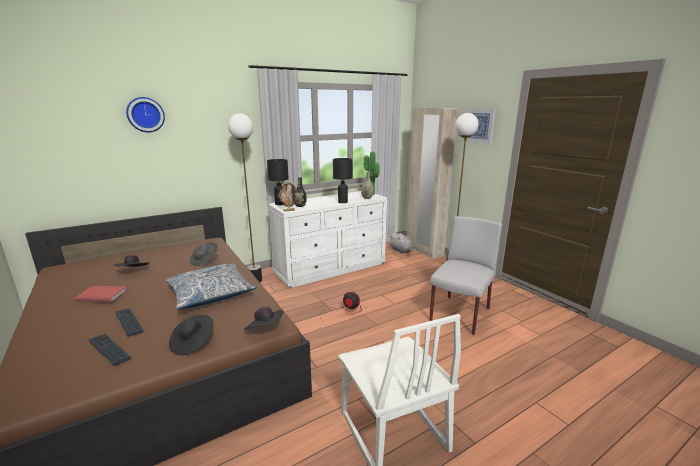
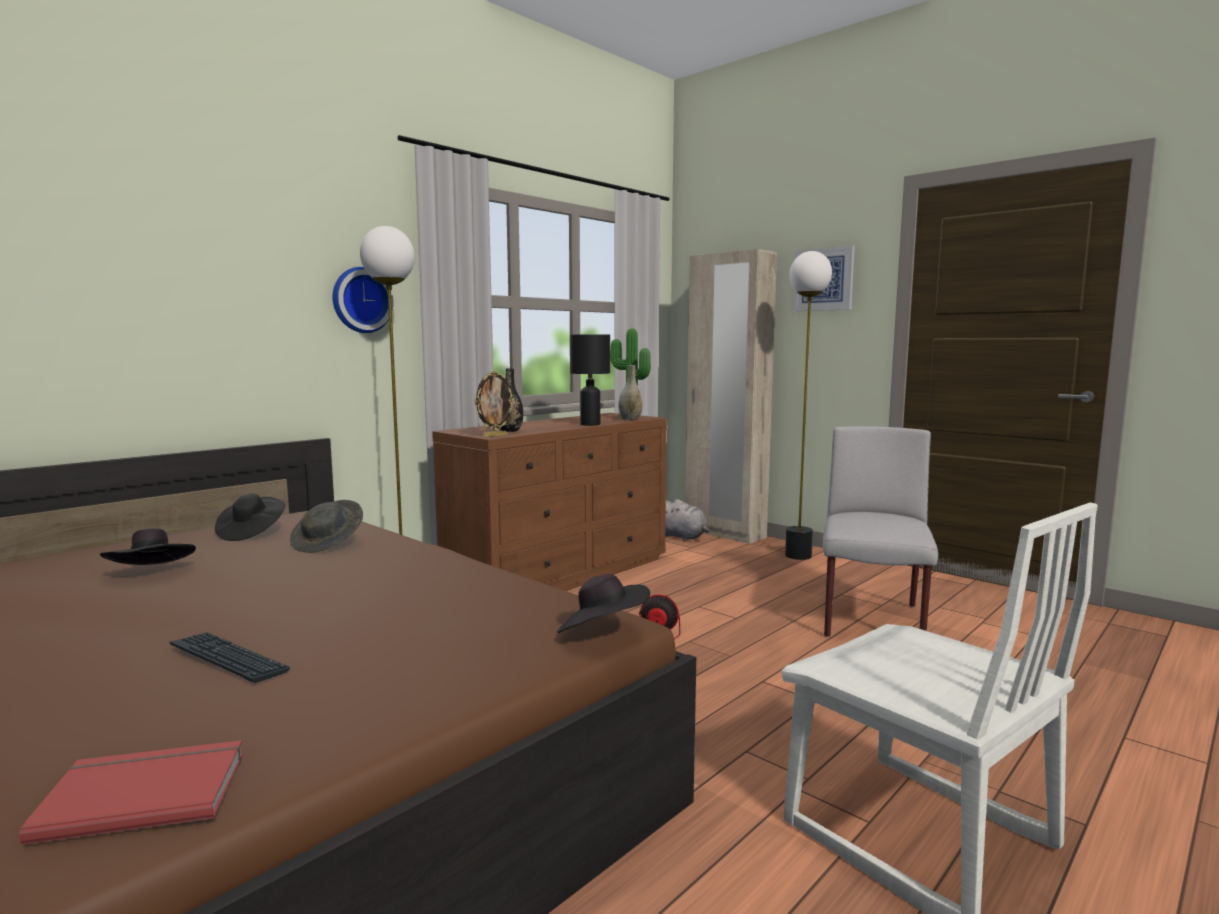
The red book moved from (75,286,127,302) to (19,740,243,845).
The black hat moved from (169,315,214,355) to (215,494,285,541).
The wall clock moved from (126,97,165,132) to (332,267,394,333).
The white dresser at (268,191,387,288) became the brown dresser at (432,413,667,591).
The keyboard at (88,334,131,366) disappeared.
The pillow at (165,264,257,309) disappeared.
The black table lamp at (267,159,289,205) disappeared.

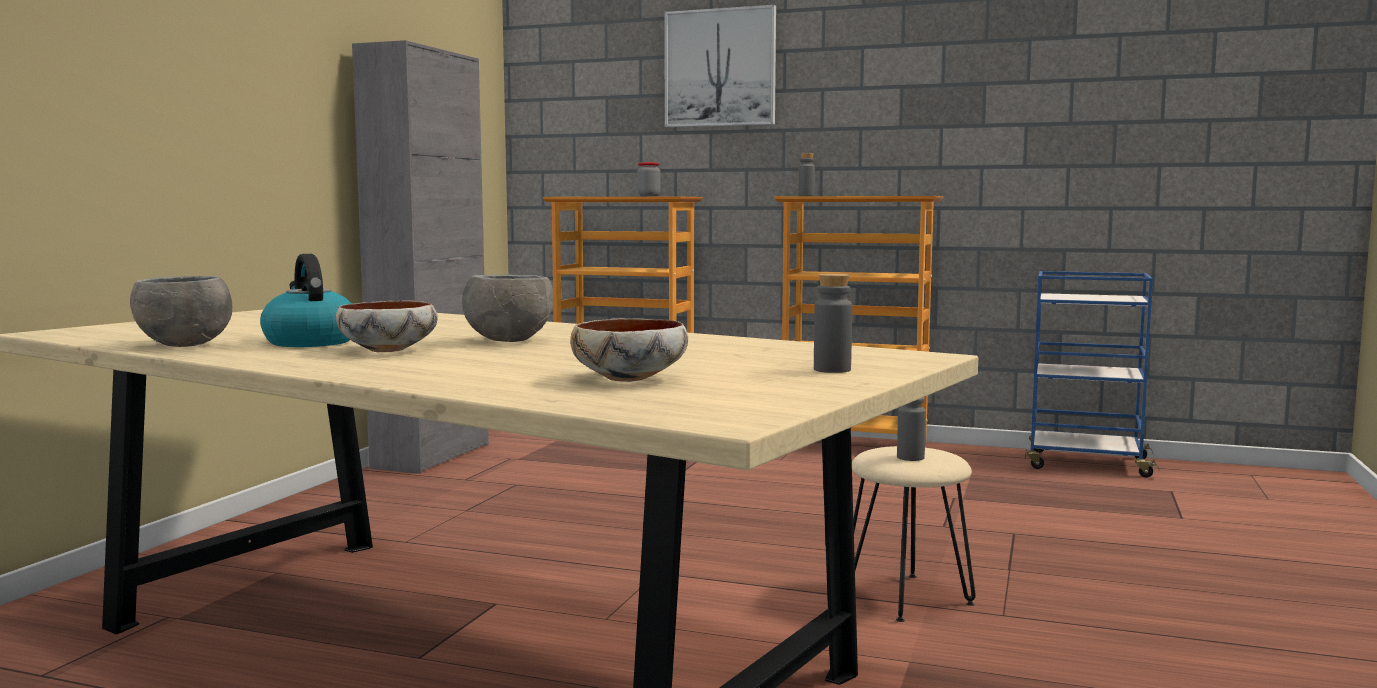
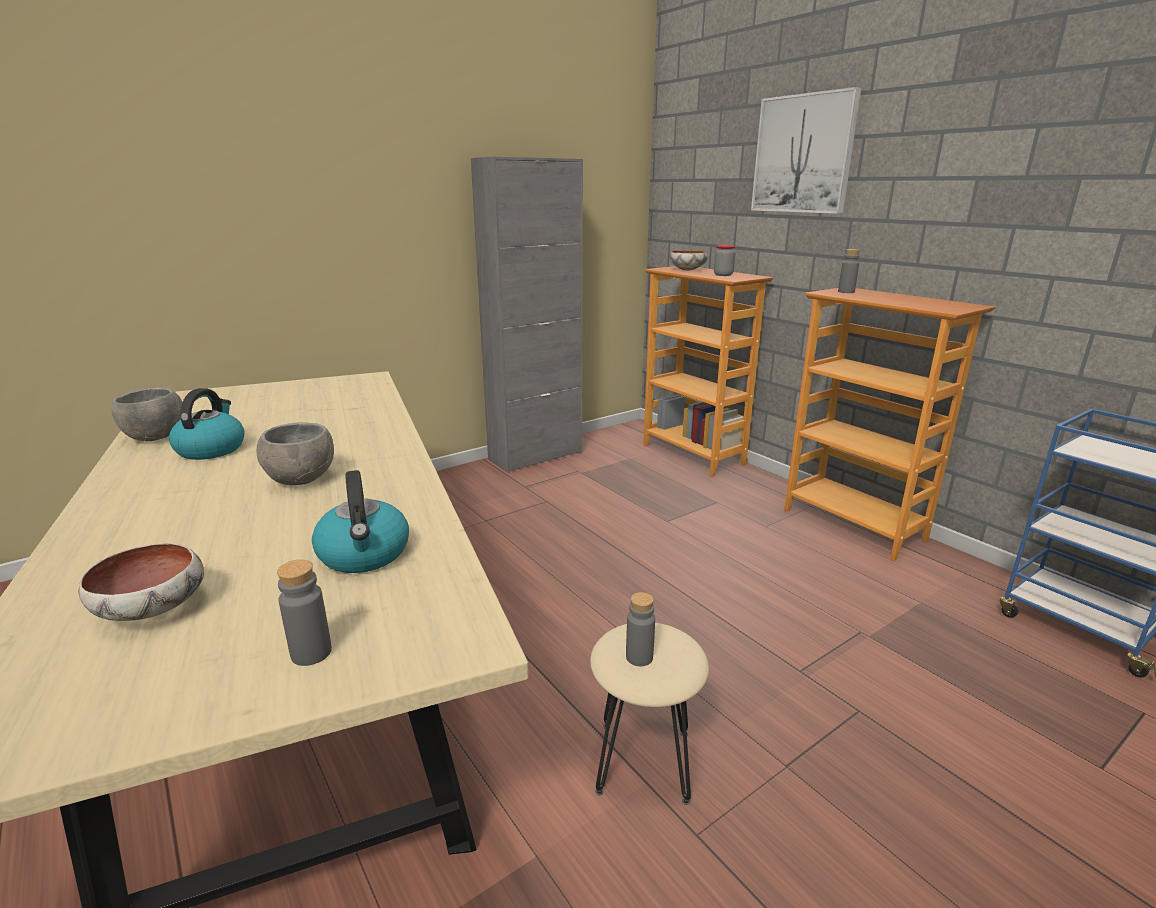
The kettle at (312,470,409,573) appeared.
The bowl moved from (336,300,438,352) to (670,250,707,270).

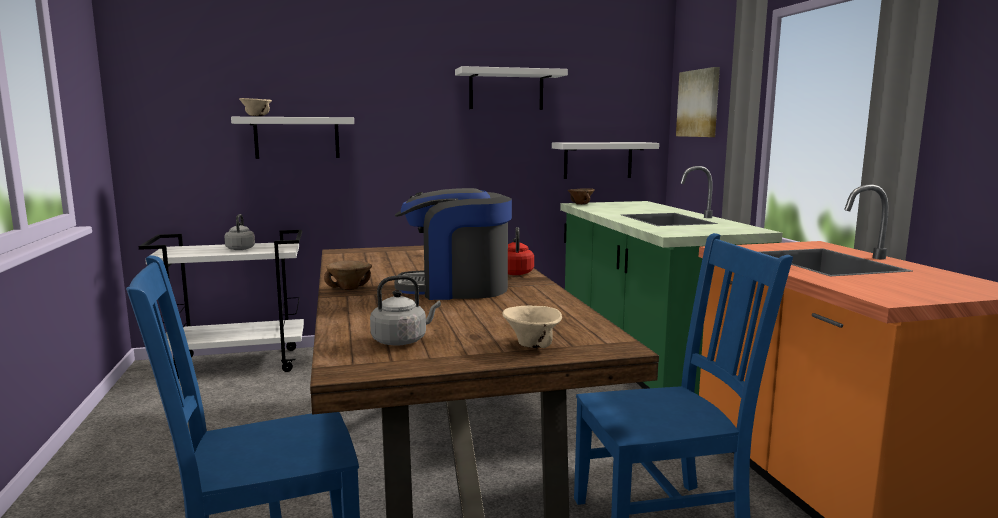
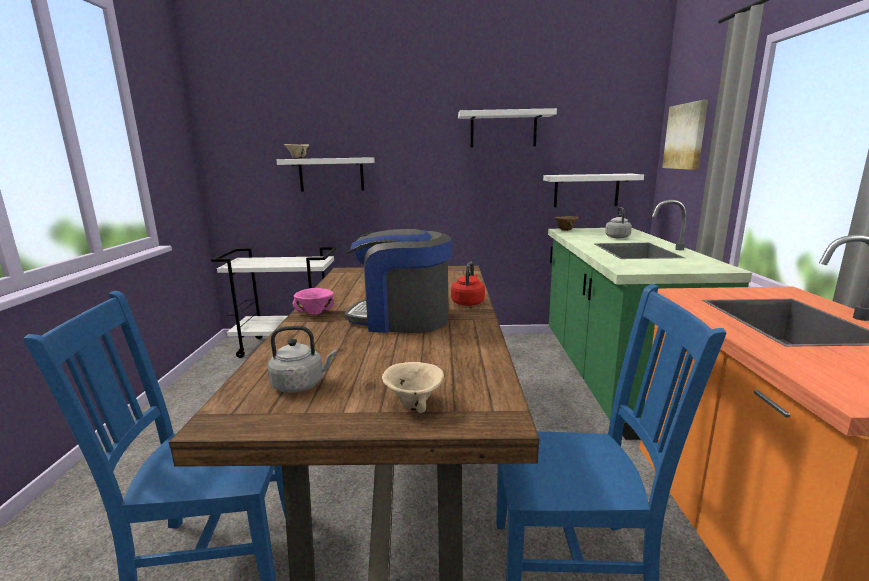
The brown bowl at (324,260,372,290) became the pink bowl at (293,288,334,315).
The grey kettle moved from (224,214,255,250) to (605,207,632,238).

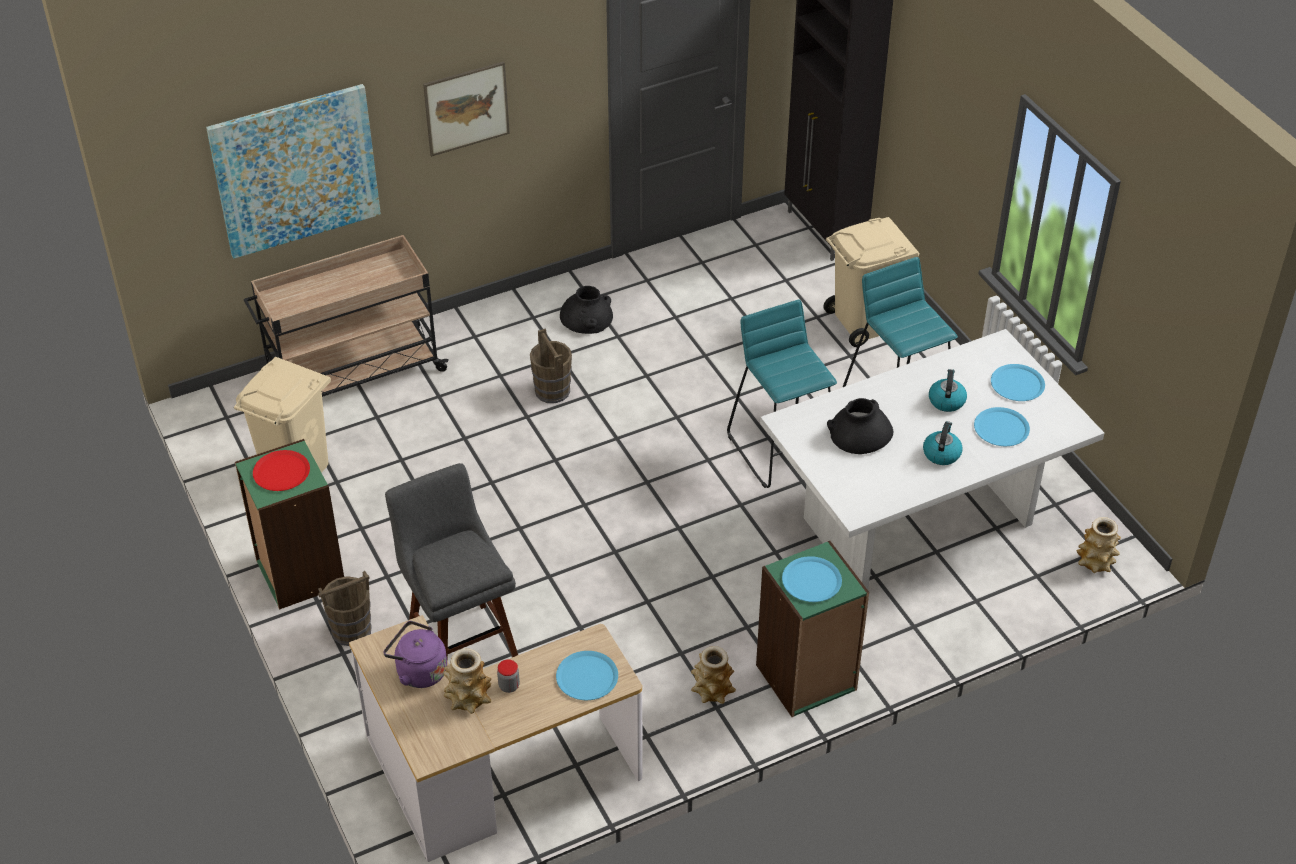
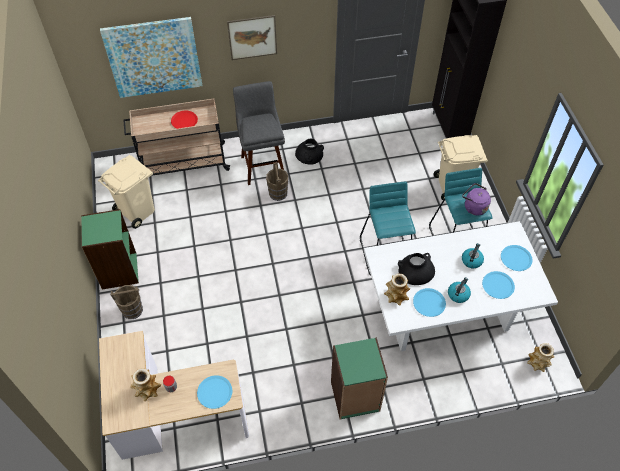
The red plate moved from (253,450,310,491) to (171,111,198,129).
The grey stool moved from (385,463,518,661) to (233,81,285,185).
The vase moved from (691,646,736,704) to (384,274,410,306).
The blue plate moved from (782,556,842,602) to (413,288,446,317).
The purple kettle moved from (383,621,447,688) to (462,183,491,216).

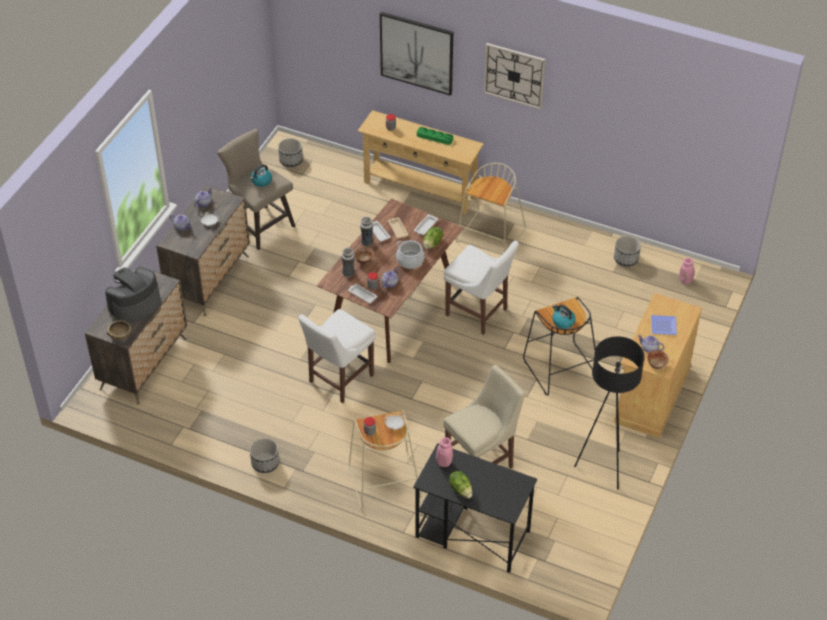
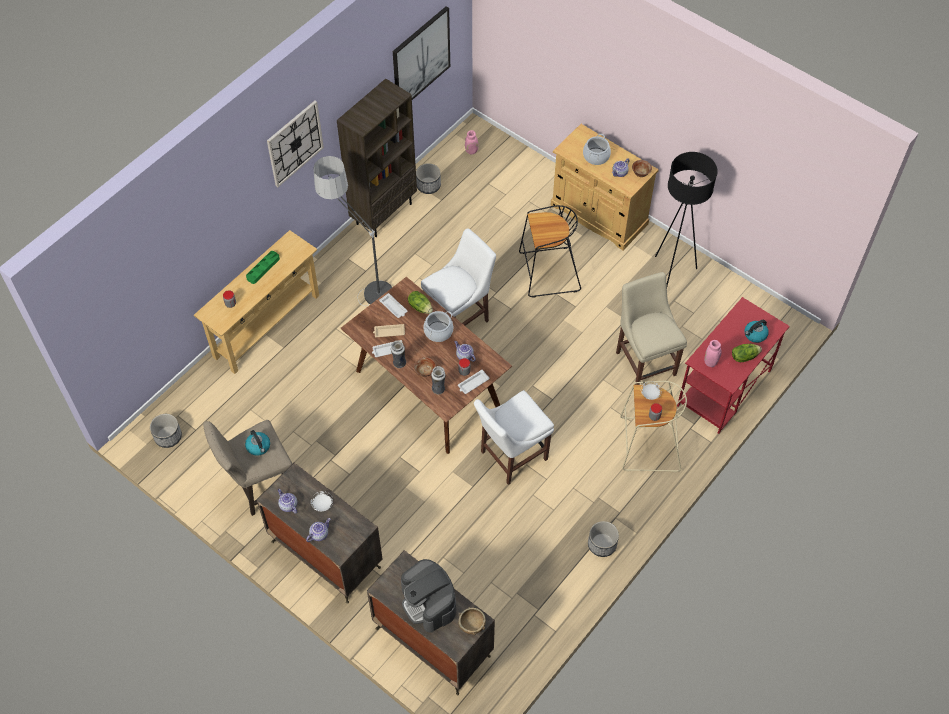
The beige stool at (456,163,526,253) was replaced by the floor lamp at (313,156,392,306).
The brown bookcase at (337,79,417,237) appeared.
The picture moved from (380,12,453,96) to (393,6,450,100).
The white chair at (298,309,376,403) turned 90 degrees clockwise.
The plate at (651,315,677,335) was replaced by the cooking pot at (583,134,611,165).
The black desk at (413,443,537,573) became the red desk at (677,297,790,434).
The kettle moved from (552,305,576,329) to (745,320,769,343).

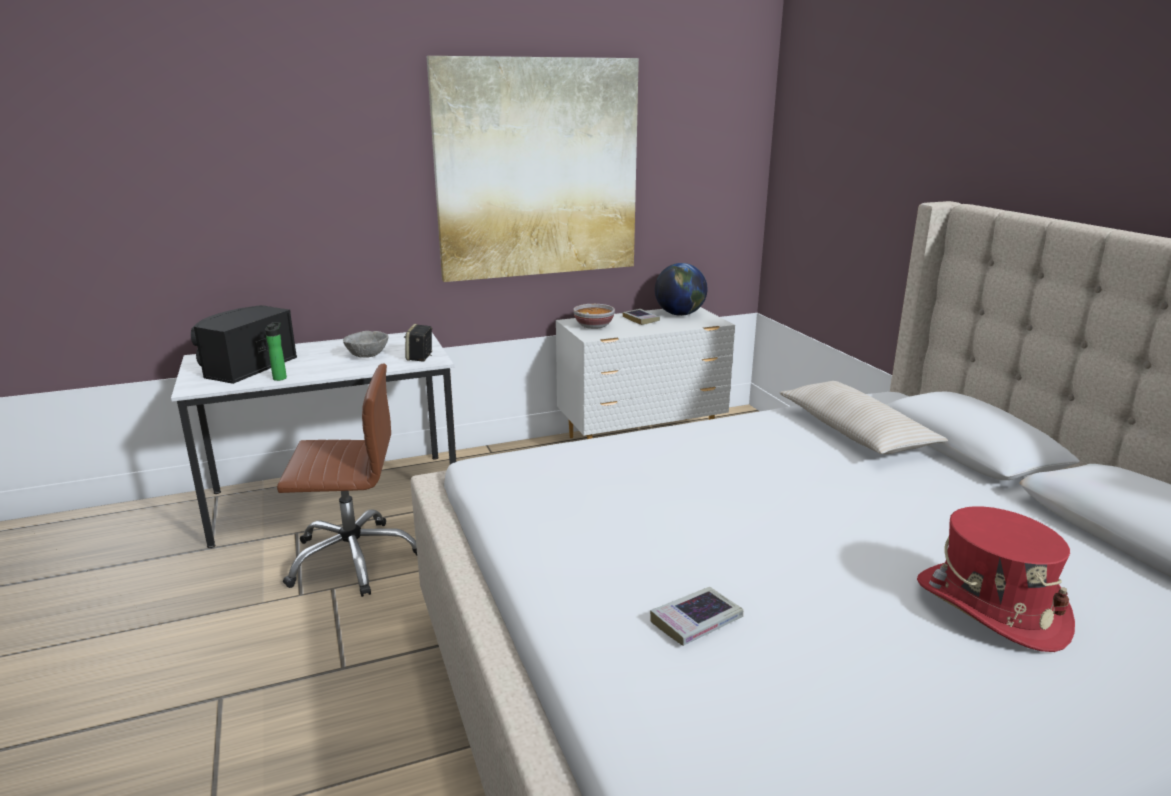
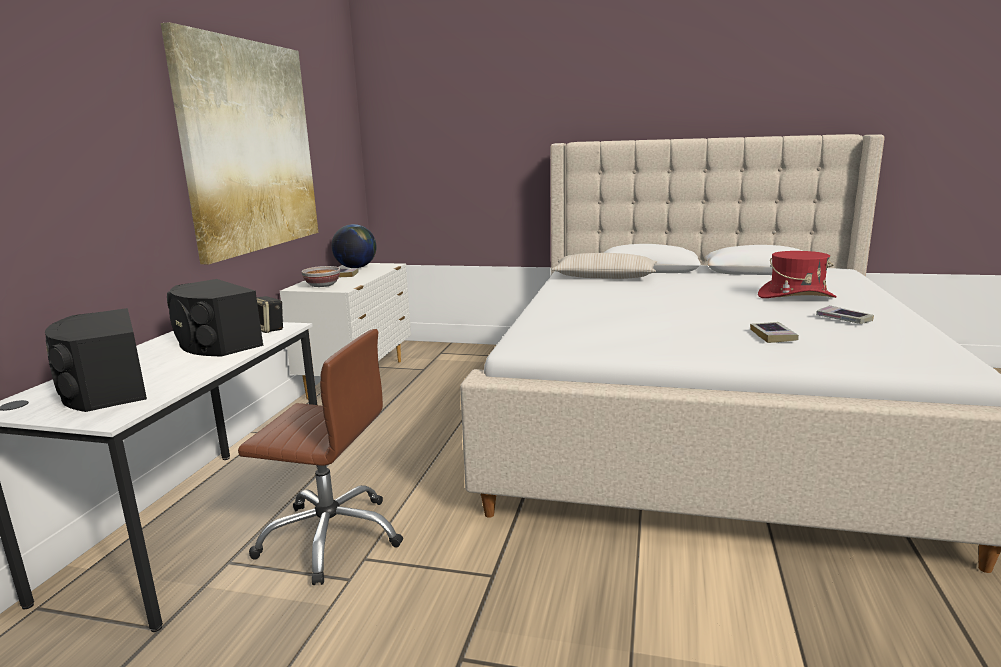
The grey bowl at (343,331,389,358) was replaced by the black speaker at (167,279,264,356).
The brown office chair at (277,363,417,597) turned 75 degrees clockwise.
The book at (816,305,874,324) appeared.
The bottle at (265,322,287,381) disappeared.

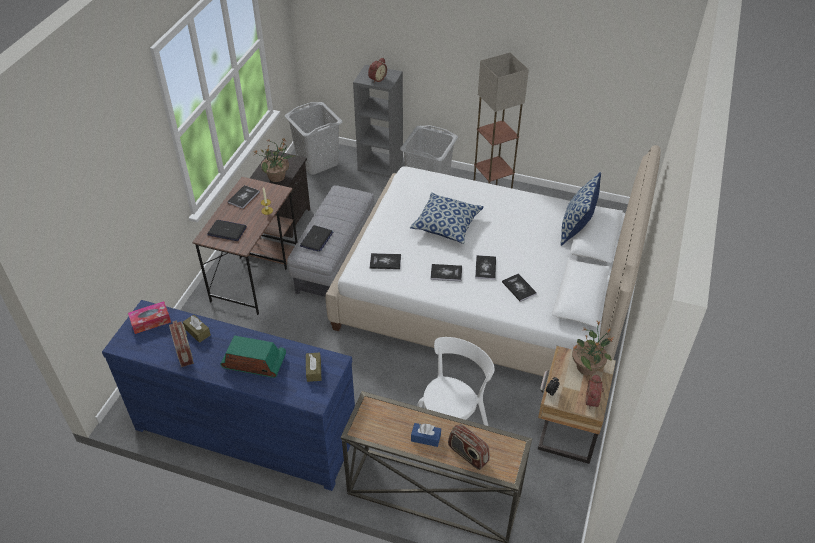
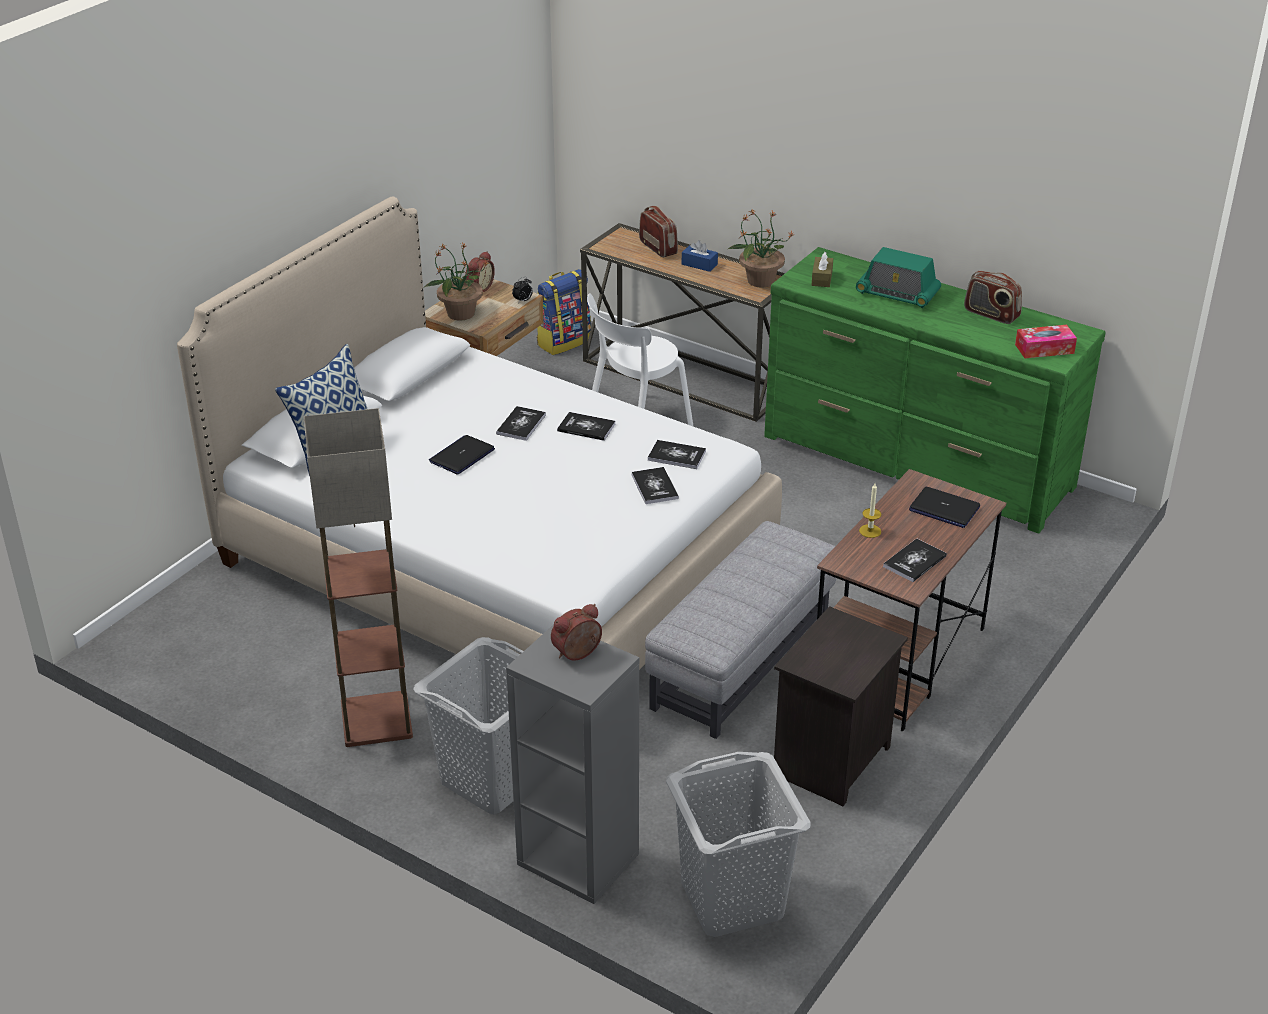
The laptop moved from (300,225,333,252) to (429,435,495,474).
The backpack at (537,269,591,355) appeared.
The book moved from (502,273,537,302) to (632,467,679,504).
The potted plant moved from (254,137,295,182) to (728,209,794,288).
The blue dresser at (102,300,355,491) became the green dresser at (764,247,1106,533).
The radio at (169,320,194,367) turned 45 degrees counterclockwise.
The brown tissue box at (183,315,211,343) disappeared.
The pillow at (410,192,484,244) disappeared.

